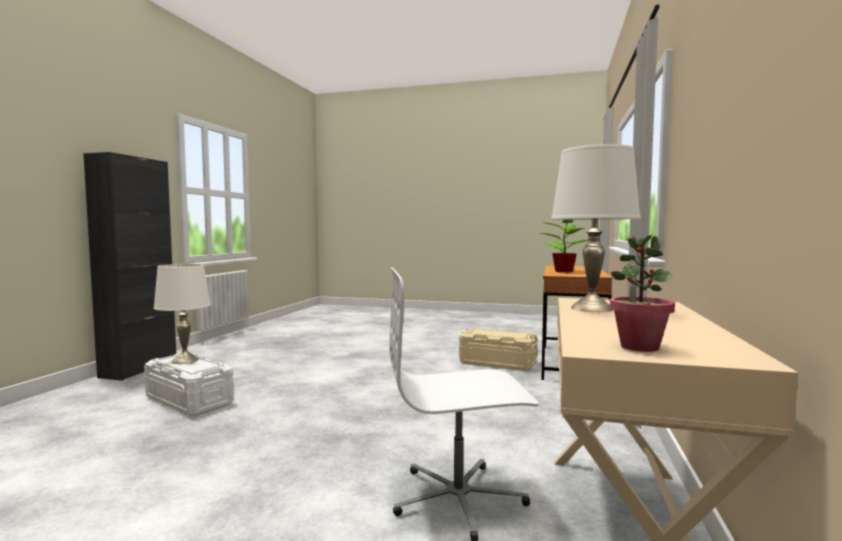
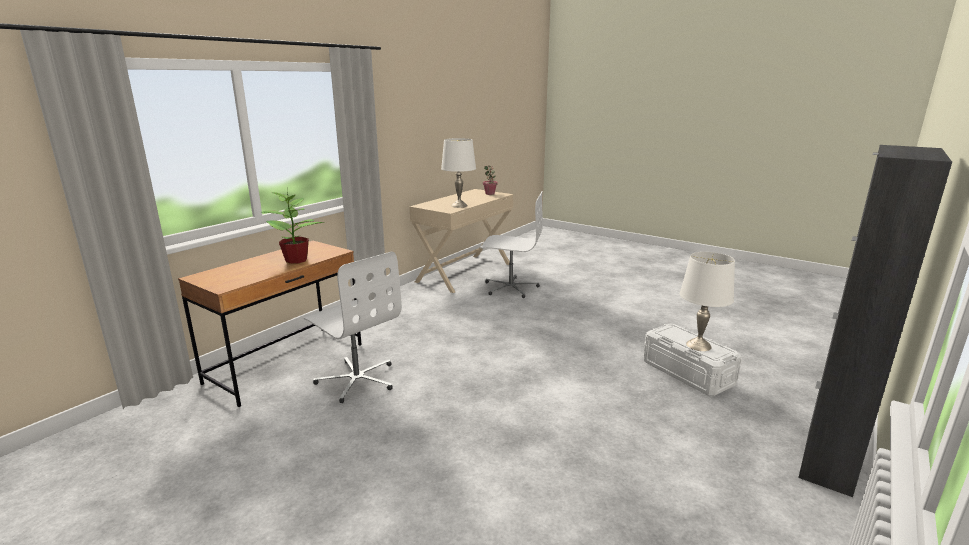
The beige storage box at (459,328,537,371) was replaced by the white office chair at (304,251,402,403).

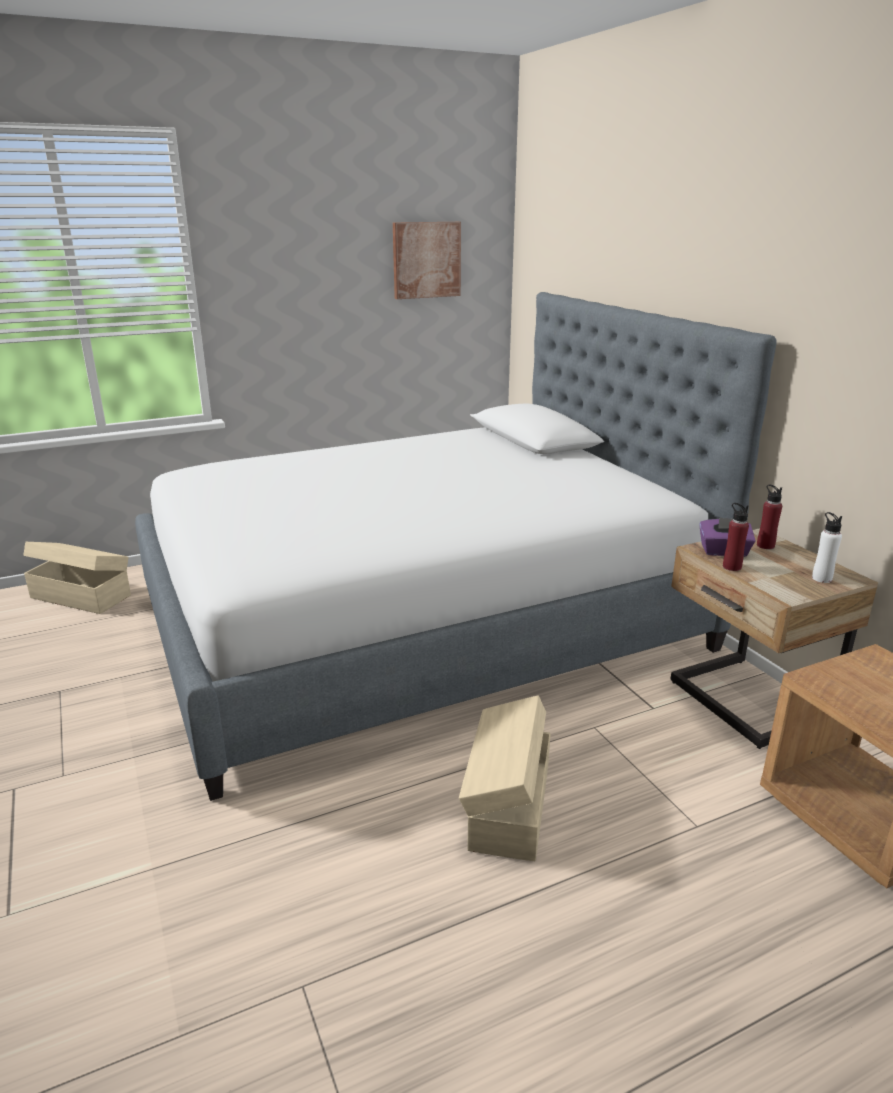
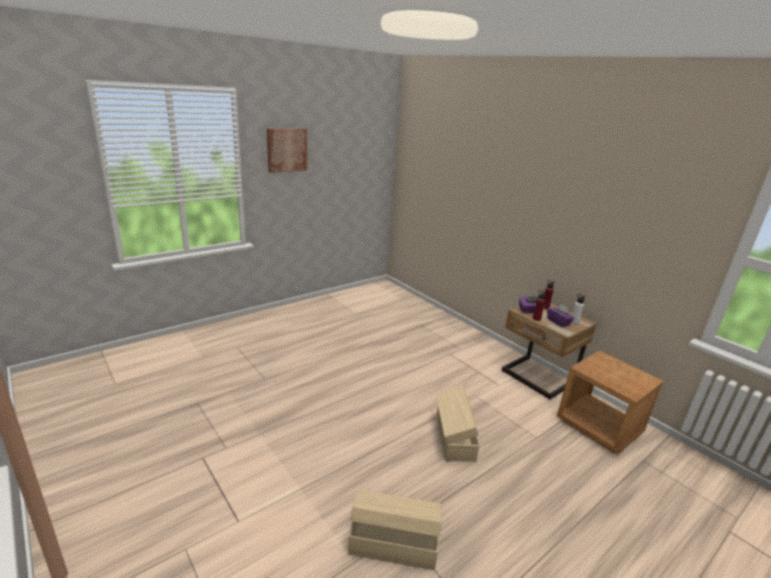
The picture moved from (393,222,461,299) to (267,128,307,173).
The beige storage box moved from (23,542,131,614) to (348,490,442,570).
The purple tissue box at (547,304,574,327) appeared.
The bed at (135,292,776,801) disappeared.

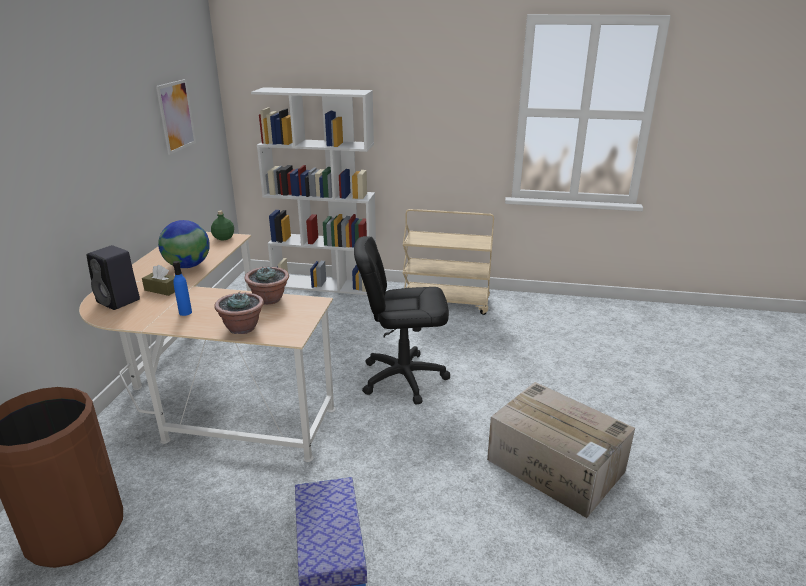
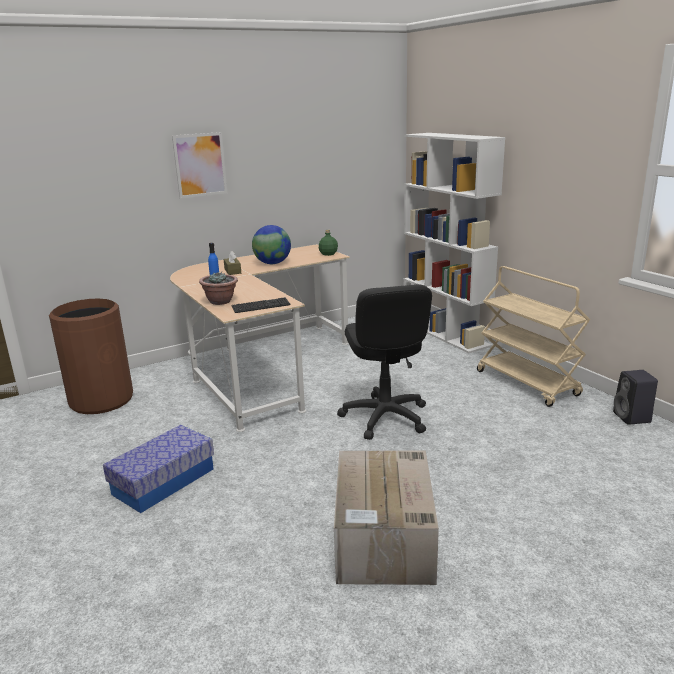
The picture moved from (156,79,196,155) to (172,132,227,199).
The keyboard at (231,297,290,313) appeared.
The black office chair at (354,236,450,405) turned 150 degrees counterclockwise.
The black speaker moved from (87,245,140,310) to (613,370,658,425).
The potted plant at (245,267,289,305) disappeared.

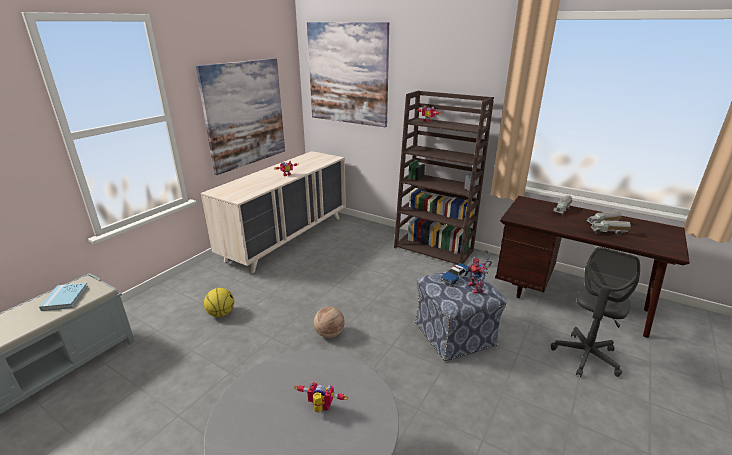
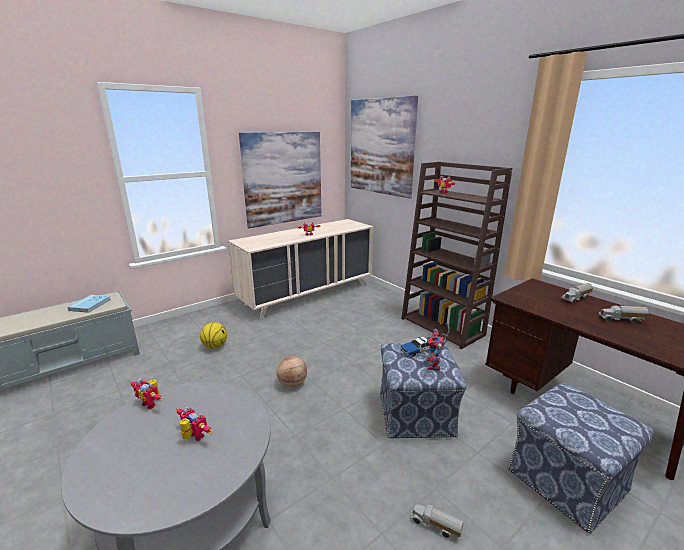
The toy robot at (130,378,162,409) appeared.
The toy truck moved from (591,220,631,235) to (411,504,464,538).
The grey office chair at (551,247,640,377) was replaced by the ottoman at (508,383,654,534).

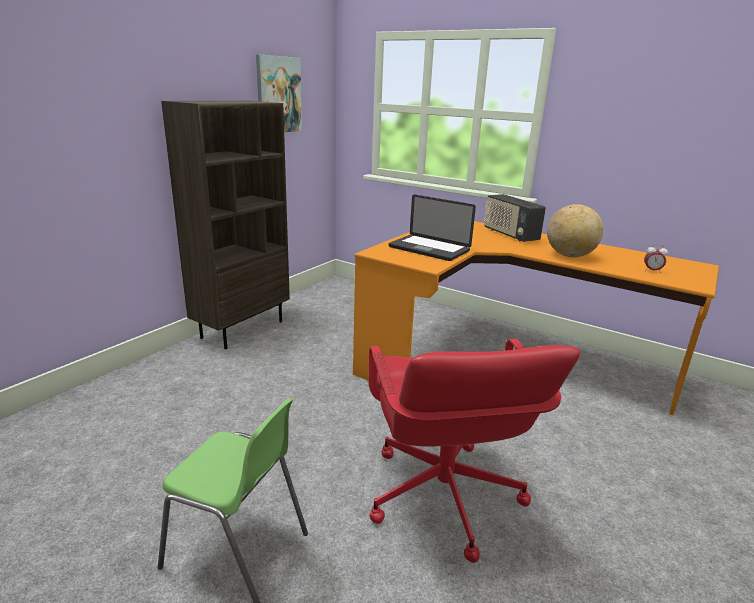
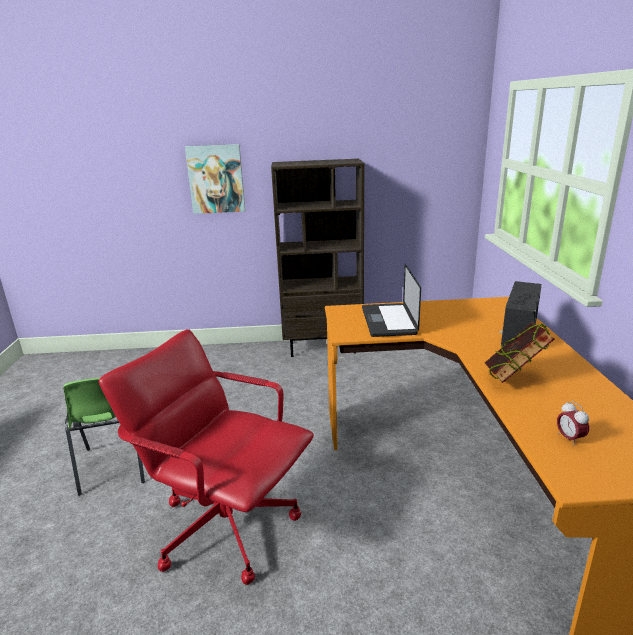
The red office chair at (369,339,580,563) turned 75 degrees clockwise.
The picture moved from (256,54,302,132) to (185,144,245,214).
The globe at (547,204,603,257) was replaced by the book at (485,322,554,383).

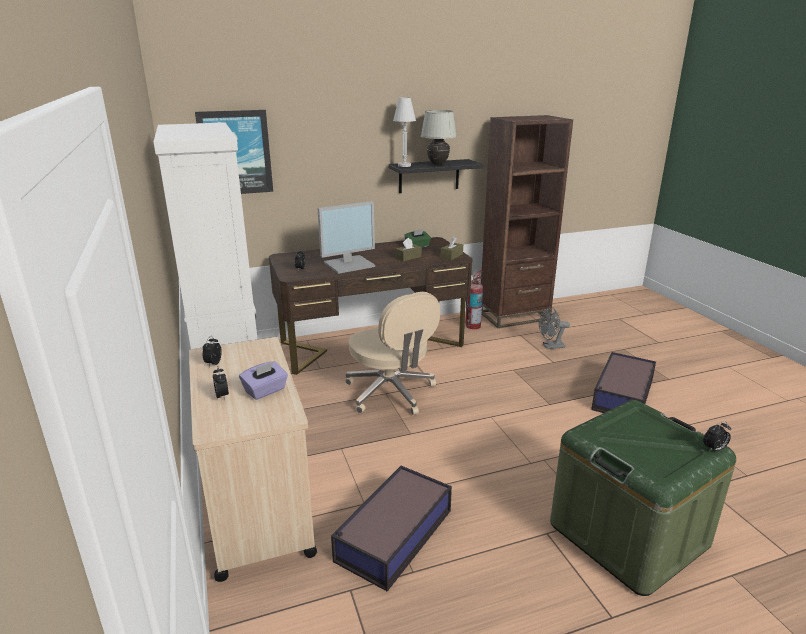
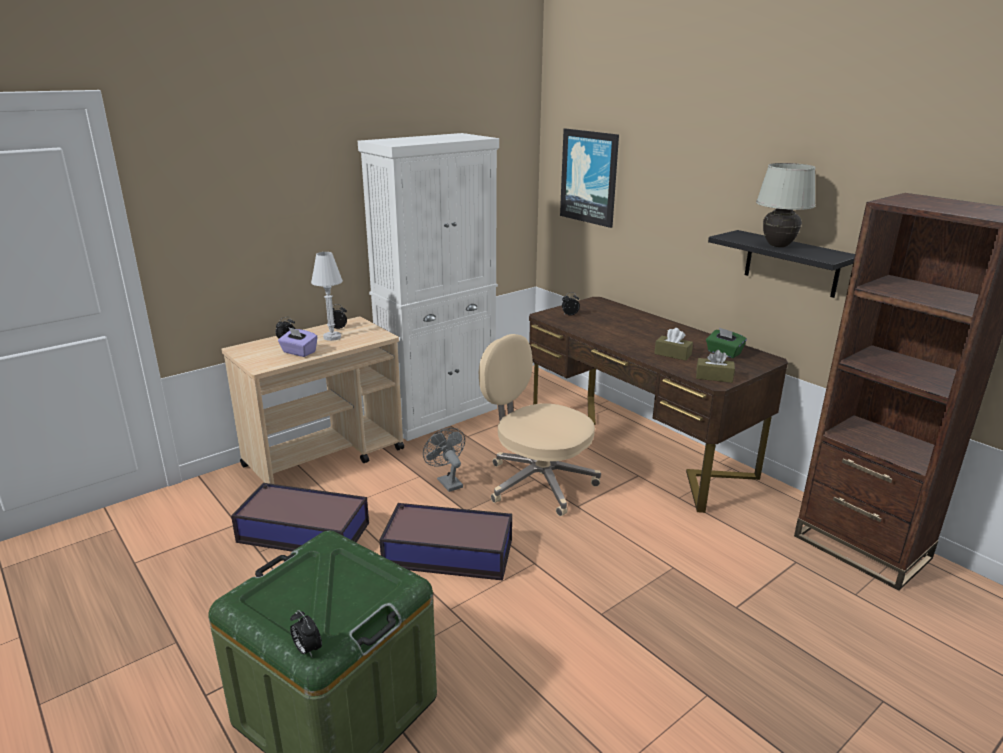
The white table lamp moved from (393,97,416,167) to (311,252,343,341).
The storage box moved from (591,352,656,413) to (380,503,512,581).
The grey fan moved from (539,307,570,349) to (423,428,465,492).
The beige office chair at (345,292,440,415) turned 90 degrees clockwise.
The monitor at (317,201,375,274) disappeared.
The fire extinguisher at (466,270,484,329) disappeared.

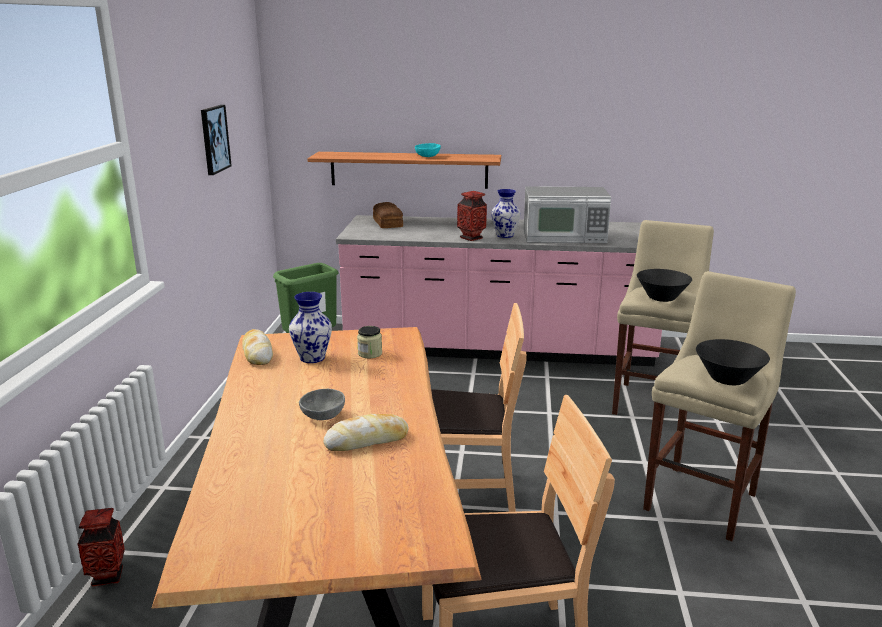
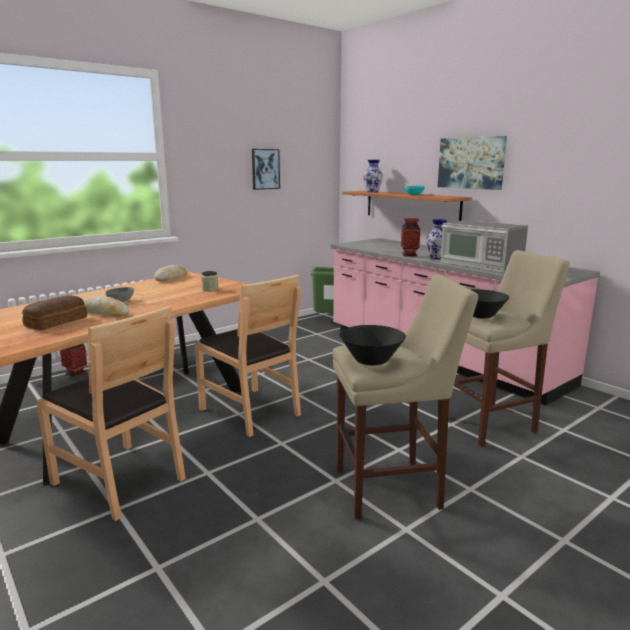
The bread moved from (373,202,403,228) to (22,296,87,330).
The vase moved from (289,292,332,363) to (363,160,383,192).
The picture at (438,136,507,190) appeared.

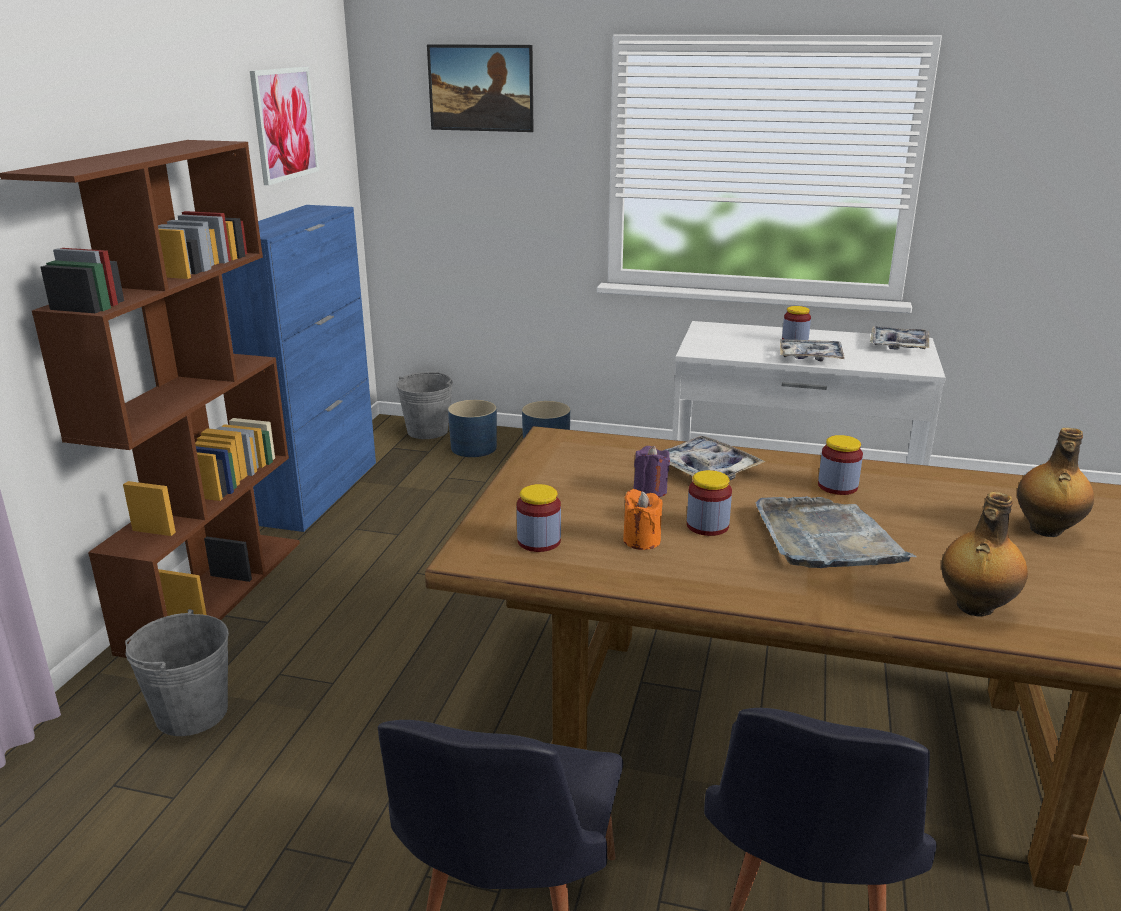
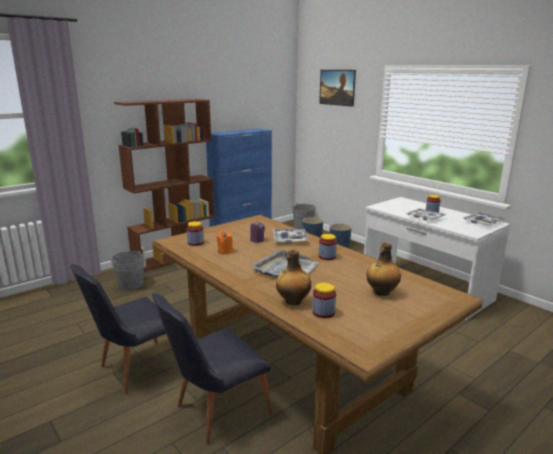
The jar moved from (687,470,732,536) to (312,283,336,318).
The picture at (250,67,319,185) disappeared.

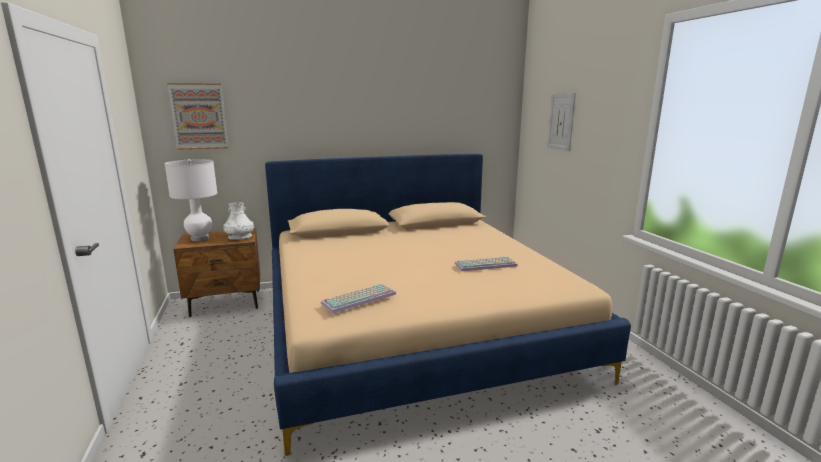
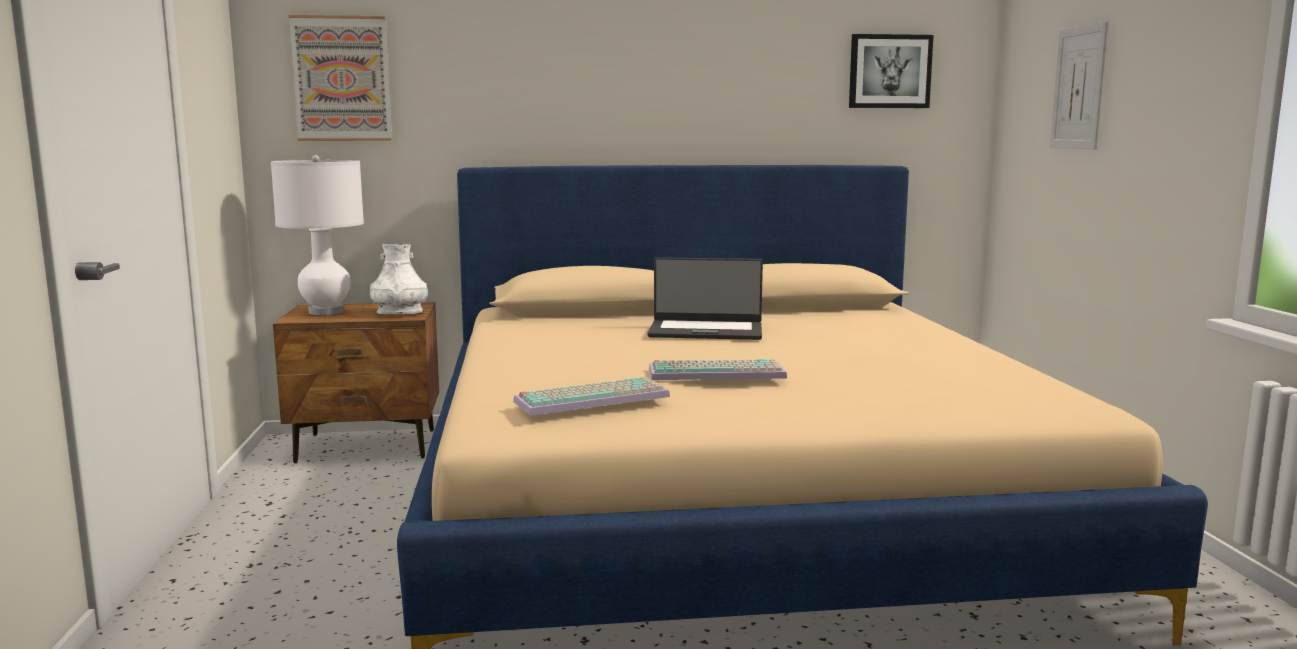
The laptop at (648,257,763,340) appeared.
The keyboard moved from (455,256,518,271) to (649,359,787,380).
The picture at (849,34,934,108) appeared.

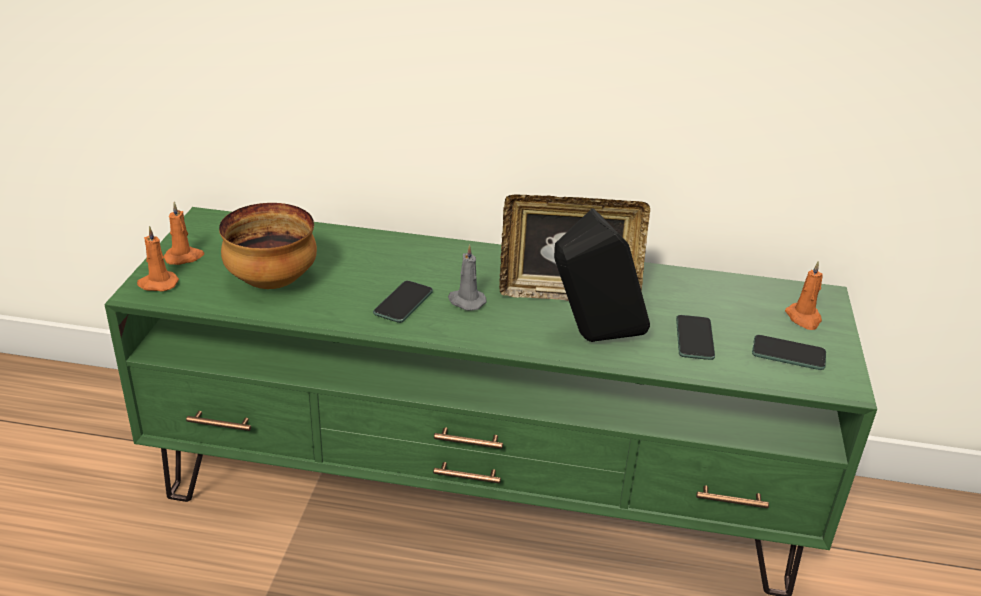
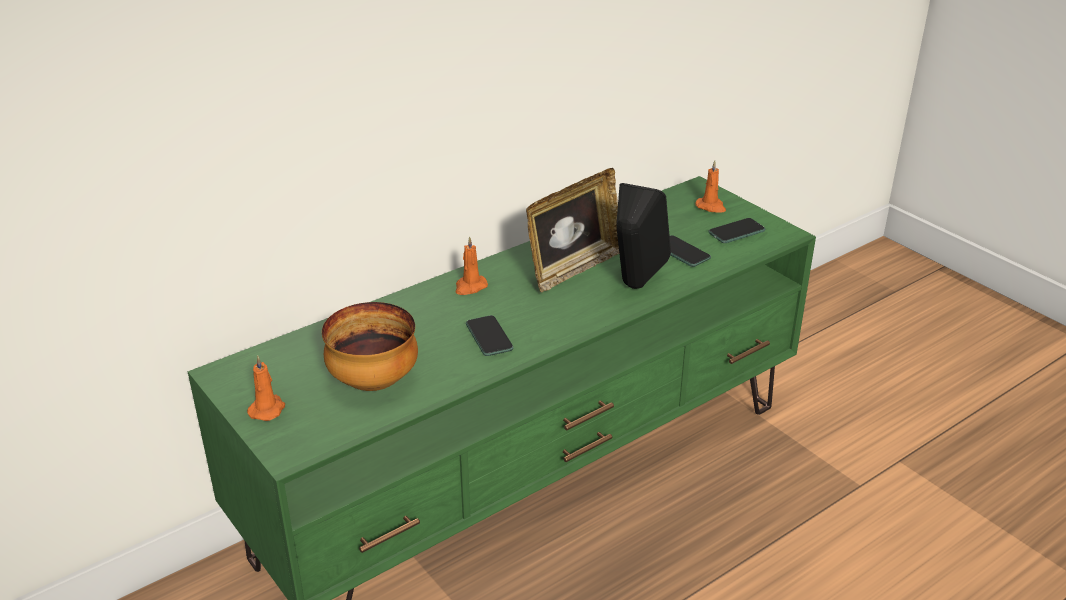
The orange candle moved from (137,226,179,291) to (455,236,488,295).
The grey candle at (448,244,487,310) disappeared.

